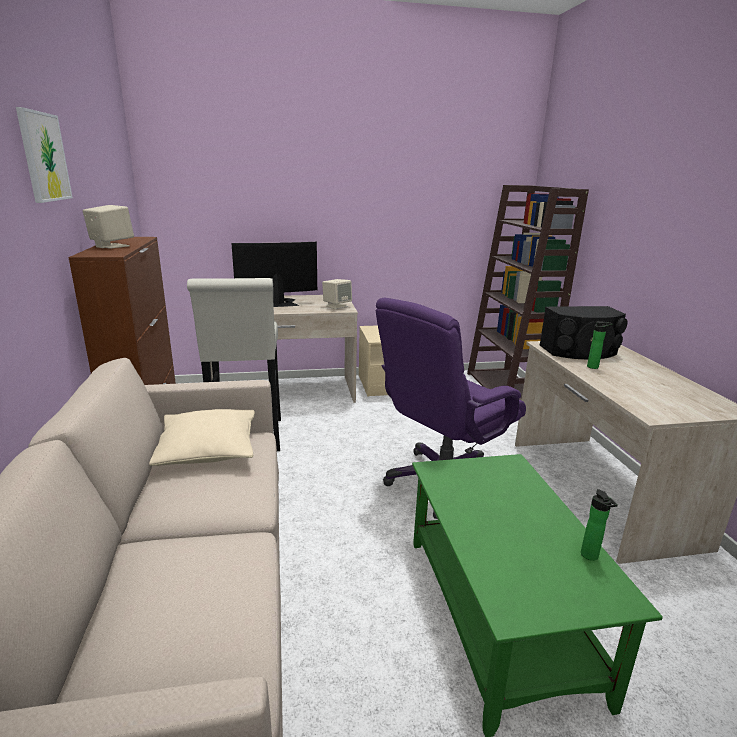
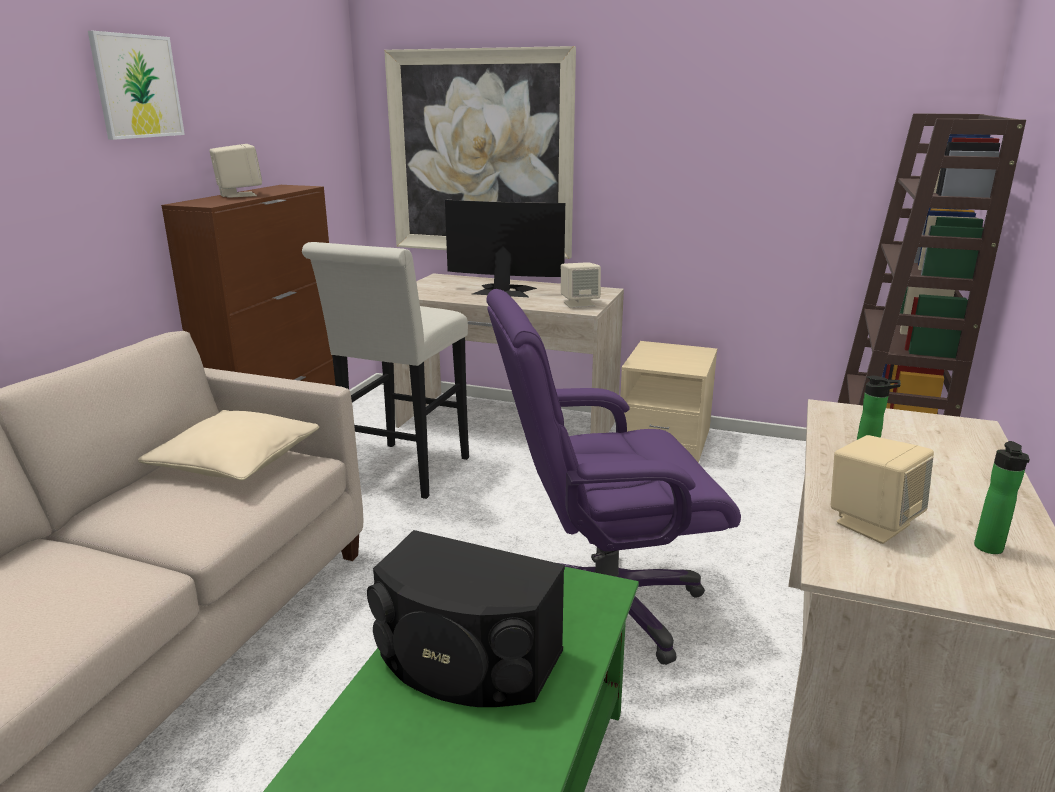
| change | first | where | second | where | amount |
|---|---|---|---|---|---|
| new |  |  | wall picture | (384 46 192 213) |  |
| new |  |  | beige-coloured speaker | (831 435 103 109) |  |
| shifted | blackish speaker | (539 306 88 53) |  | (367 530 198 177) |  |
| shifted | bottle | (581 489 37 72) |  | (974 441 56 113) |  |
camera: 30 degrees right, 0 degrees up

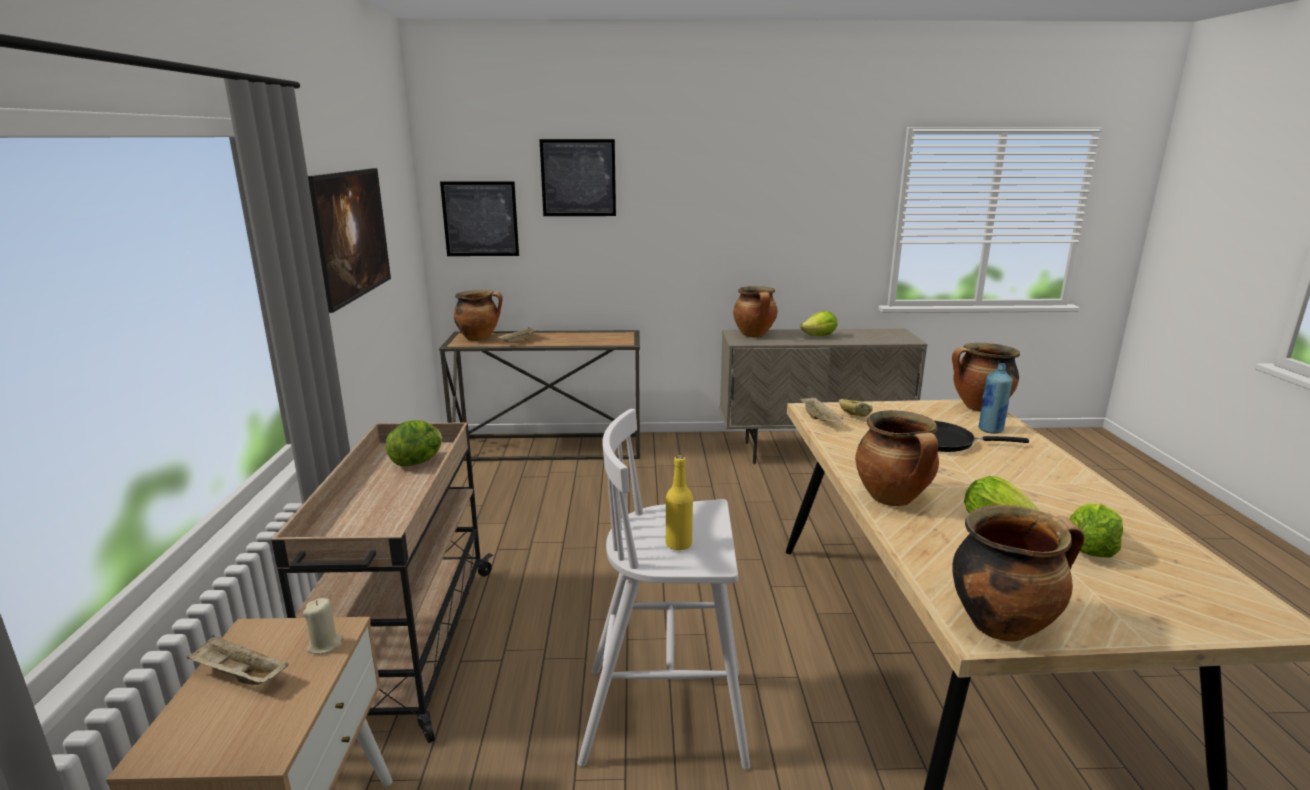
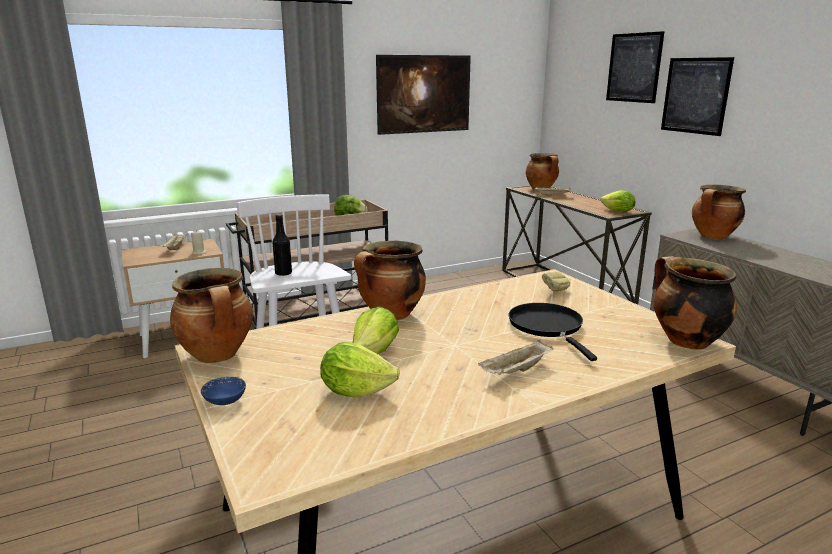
| change | first | where | second | where | amount |
|---|---|---|---|---|---|
| gone | blue bottle | (978 363 35 71) |  |  |  |
| new |  |  | blue serving bowl | (201 377 45 28) |  |
| shifted | wall picture | (440 181 79 75) |  | (661 57 73 79) |  |
| shifted | head of lettuce | (800 311 37 25) |  | (600 190 35 22) |  |
| shifted | beige-coloured carrying tray | (800 397 43 25) |  | (478 340 75 35) |  |
| repainted | yellow bottle | (666 456 27 95) | blackish bottle | (272 214 20 62) |  |
camera: 65 degrees right, 0 degrees up

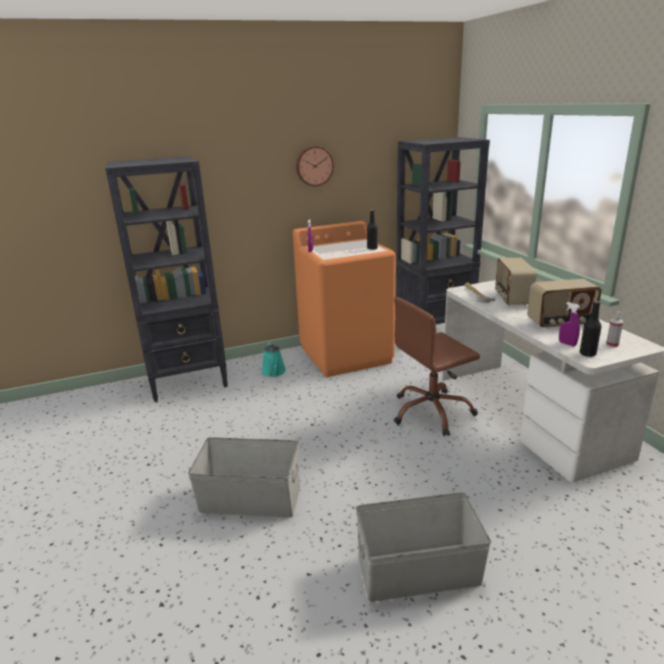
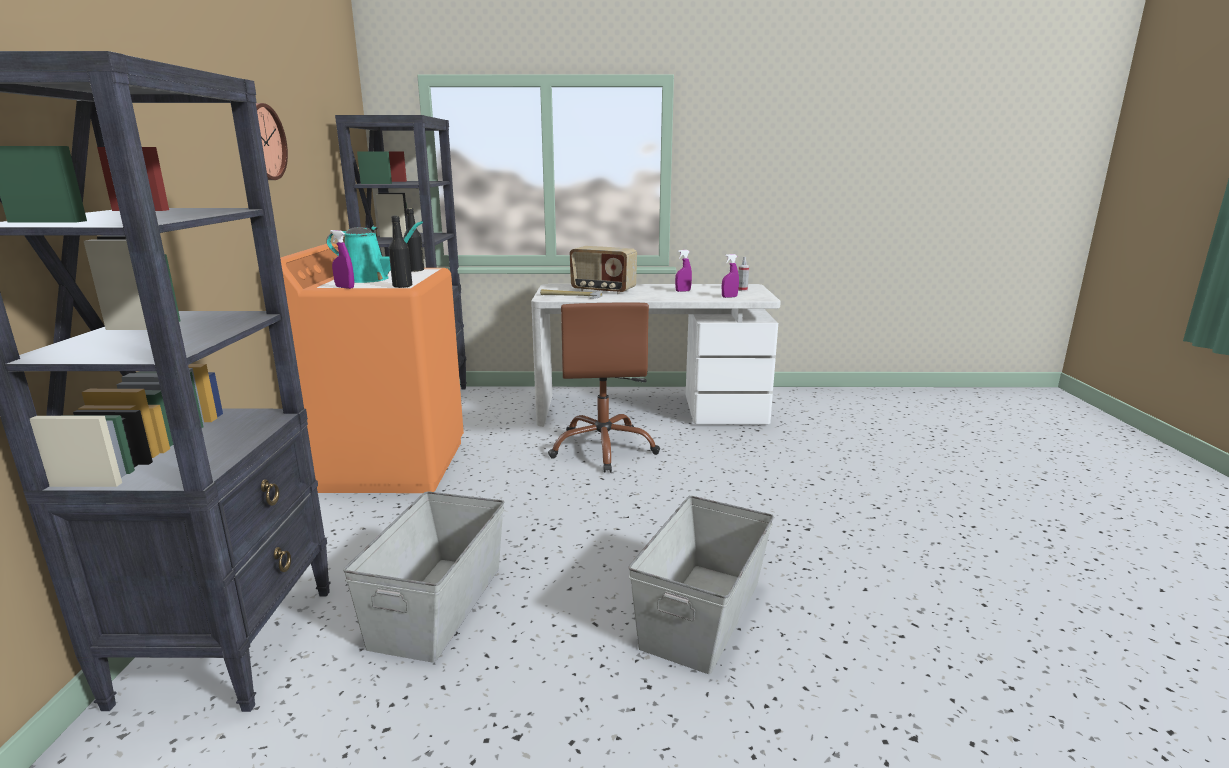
| change | first | where | second | where | amount |
|---|---|---|---|---|---|
| shifted | turquoise-coloured watering can | (262 342 24 35) |  | (326 221 97 62) |  |
| shifted | gray storage box | (356 492 135 110) |  | (343 491 161 172) |  |
| shifted | blackish bottle | (580 301 21 56) |  | (389 216 23 72) |  |
| swapped | radio set | (528 279 74 50) | purplish spray bottle | (675 250 17 42) |  |
camera: 70 degrees left, 5 degrees down

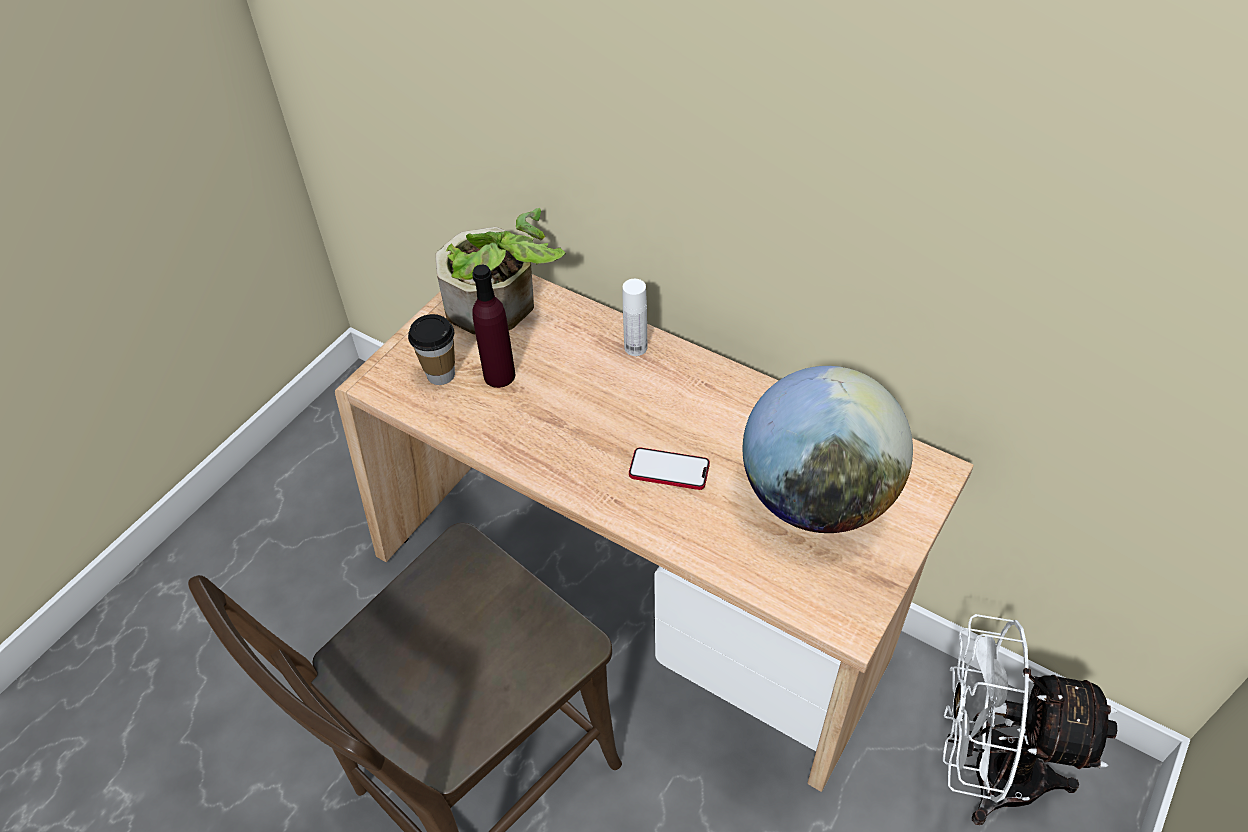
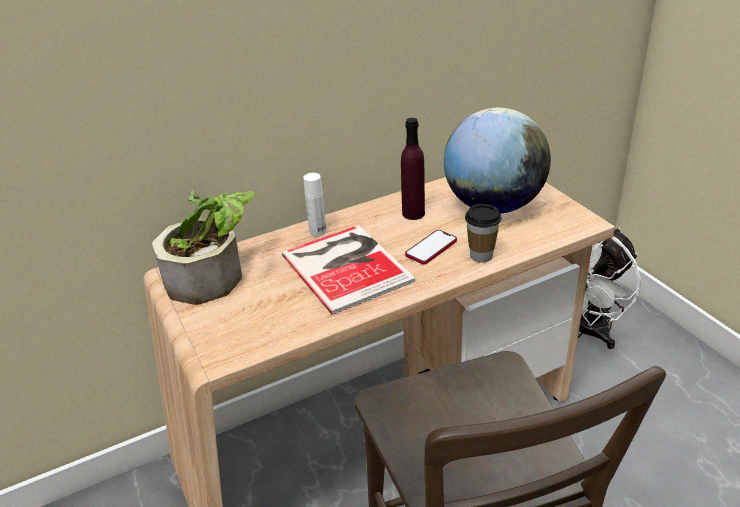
| change | first | where | second | where | amount |
|---|---|---|---|---|---|
| new |  |  | bound book | (281 225 134 90) |  |
| shifted | small cup | (408 314 47 71) |  | (465 204 37 59) |  |
| shifted | purplish bottle | (472 265 43 123) |  | (401 118 24 102) |  |
camera: 60 degrees left, 15 degrees down

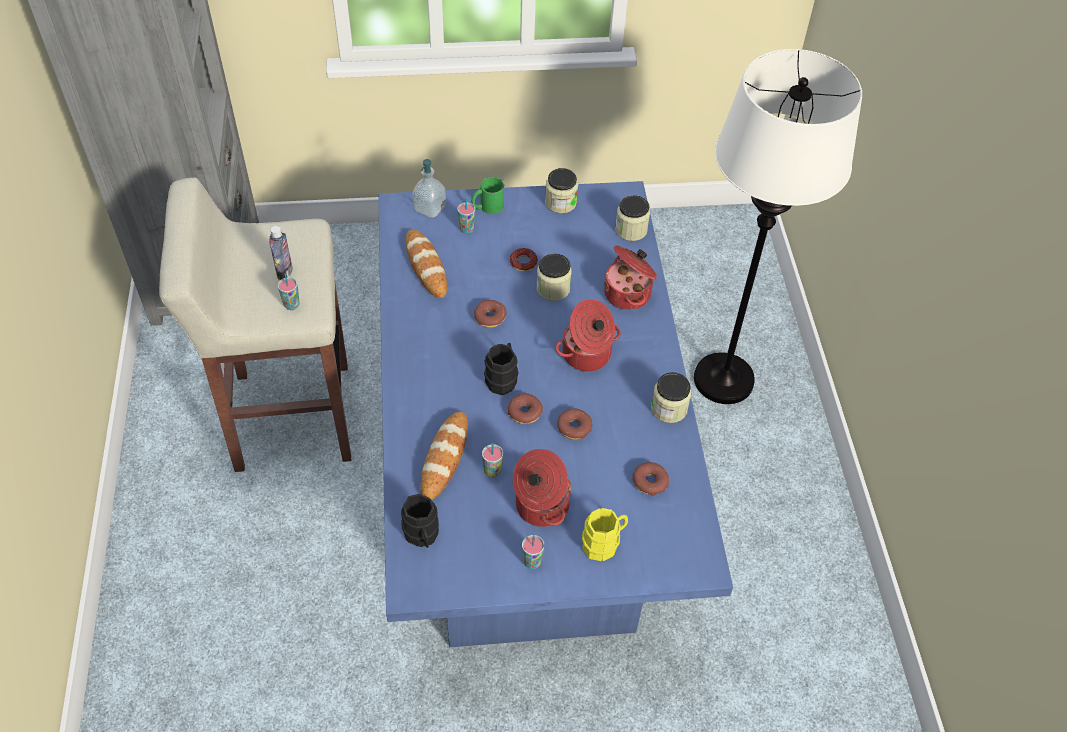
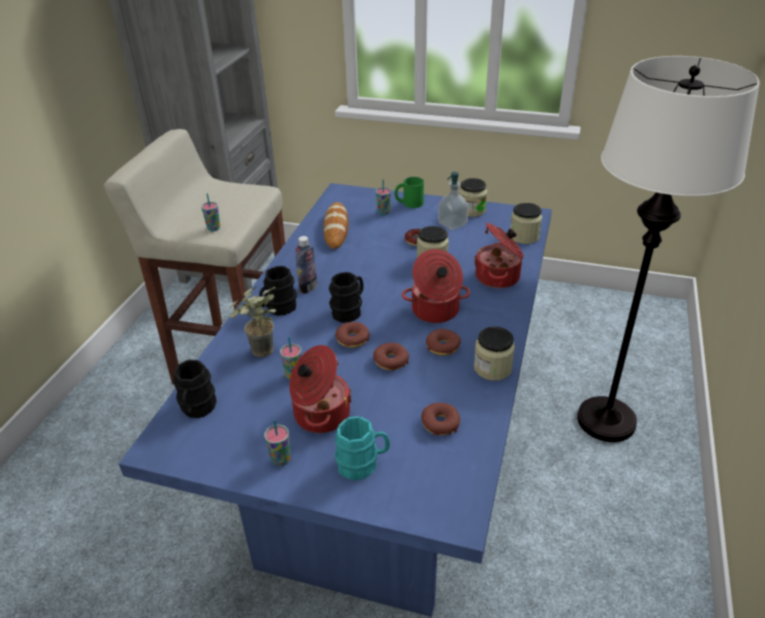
| change | first | where | second | where | amount |
|---|---|---|---|---|---|
| new |  |  | blackish tea mug | (259 266 38 50) |  |
| shifted | bottle | (269 226 24 54) |  | (295 236 22 58) |  |
| shifted | soap bottle | (412 159 34 59) |  | (438 172 31 58) |  |
| shifted | donut | (474 300 32 28) |  | (426 329 35 27) |  |
| swapped | bread | (420 411 48 89) | potted plant | (229 287 47 70) |  |
| repainted | yellow tea mug | (582 508 46 53) | turquoise-coloured tea mug | (335 416 55 64) |  |
camera: 25 degrees right, 15 degrees down

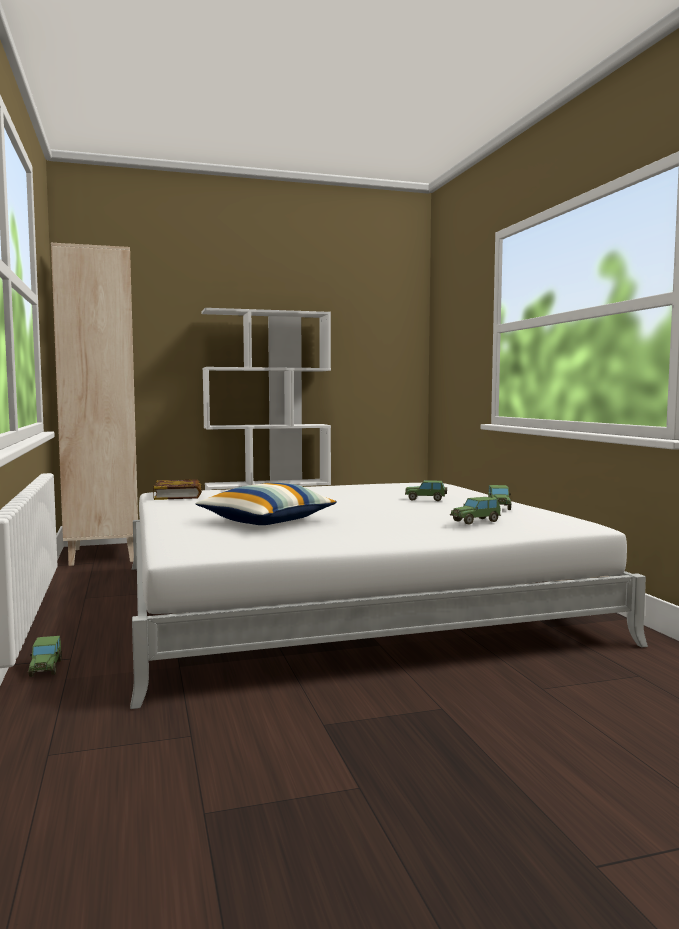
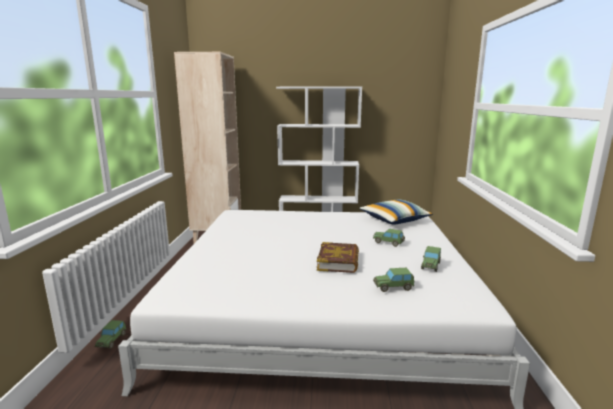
| change | first | where | second | where | amount |
|---|---|---|---|---|---|
| shifted | bound book | (154 479 48 21) |  | (317 242 42 31) |  |
| shifted | throw pillow | (195 483 142 42) |  | (359 200 74 25) |  |
camera: 20 degrees right, 10 degrees up

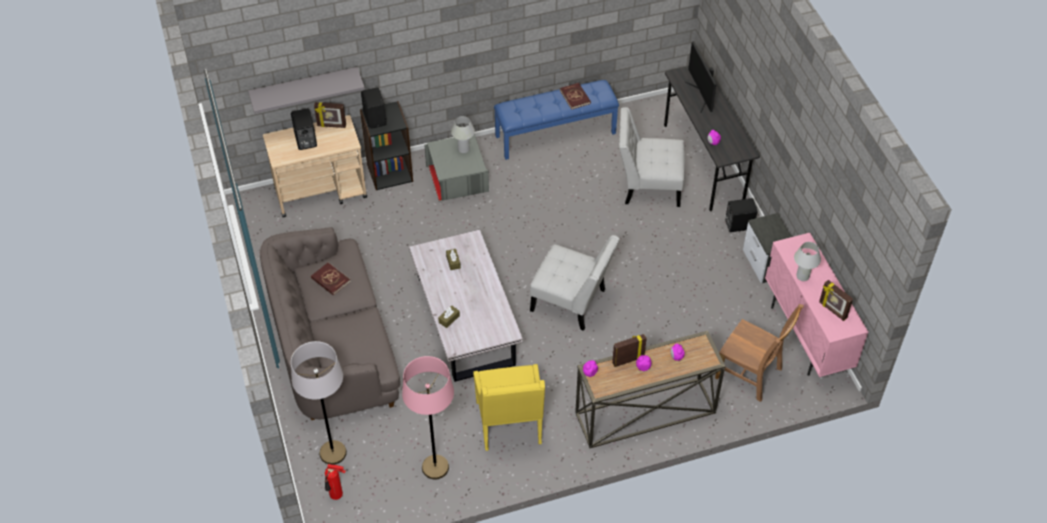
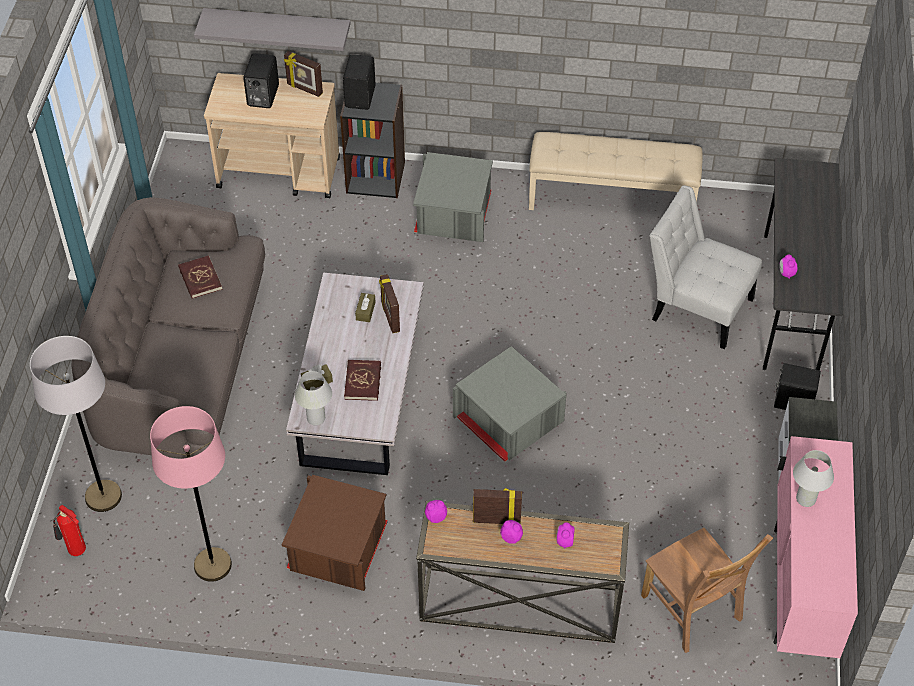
| change | first | where | second | where | amount |
|---|---|---|---|---|---|
| gone | computer screen | (685 42 32 71) |  |  |  |
| shifted | whitish table lamp | (451 116 24 37) |  | (295 371 37 54) |  |
| shifted | red-coloured bound book | (560 83 31 27) |  | (344 360 37 41) |  |
| shifted | photo frame | (819 280 34 41) |  | (379 274 21 59) |  |
| swapped | yellow armchair | (473 364 72 87) | brown-coloured storage box | (282 475 106 116) |  |
| swapped | whitish upright chair | (530 235 90 96) | gray storage box | (453 346 114 116) |  |
| repainted | blue long seat | (494 80 125 80) | beige-coloured long seat | (529 132 174 78) |  |
camera: 25 degrees right, 0 degrees up

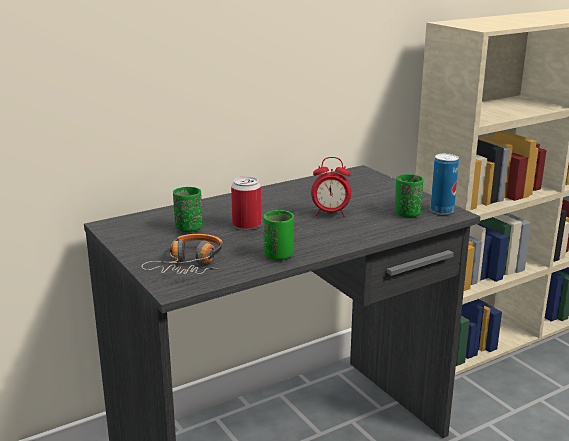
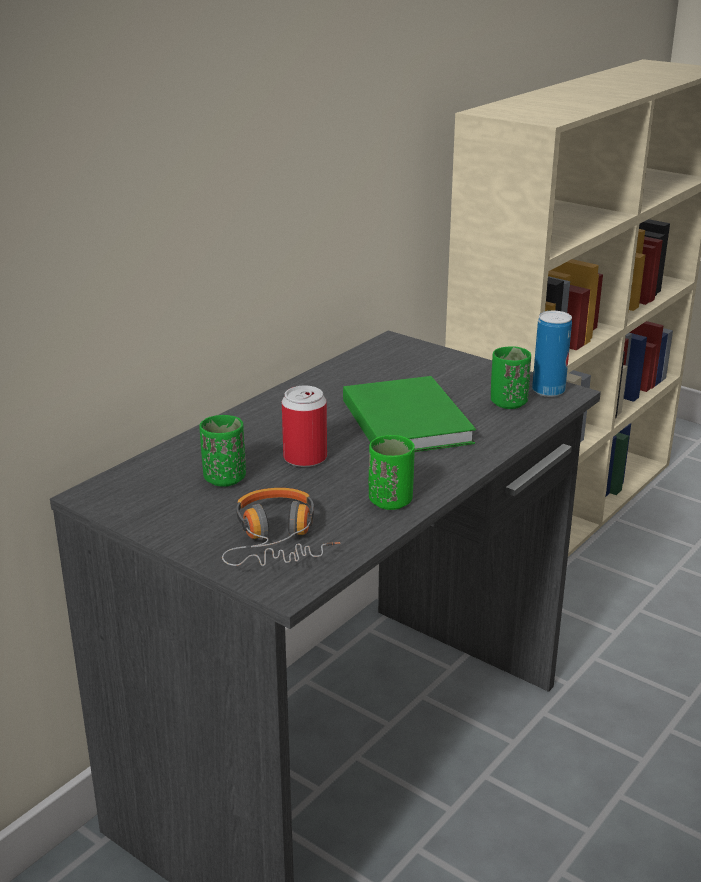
| change | first | where | second | where | amount |
|---|---|---|---|---|---|
| swapped | table clock | (311 157 40 60) | green-coloured bound book | (343 376 133 76) |  |
camera: 20 degrees left, 5 degrees up

